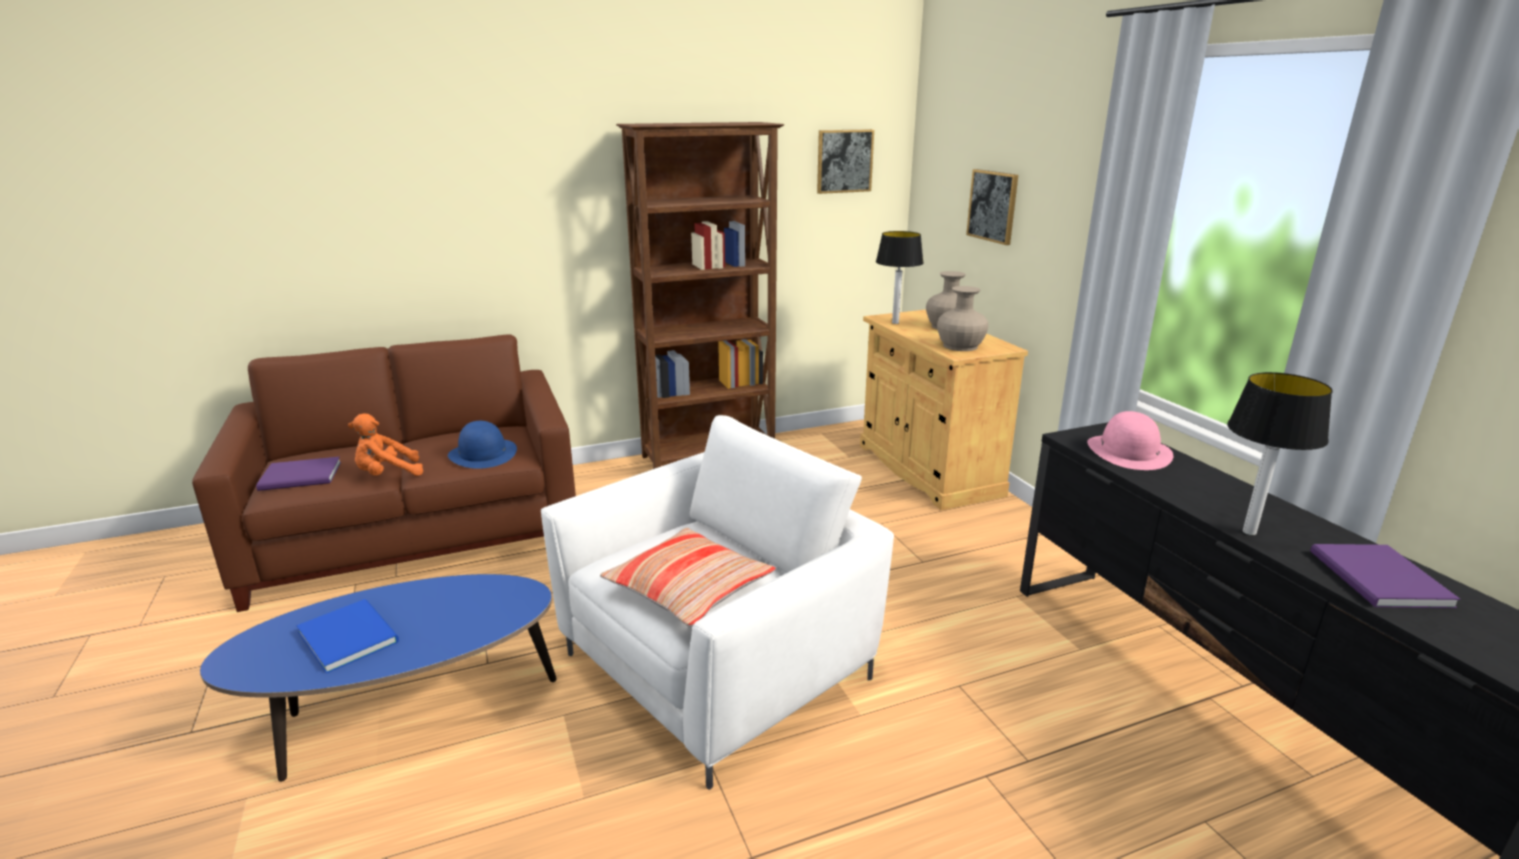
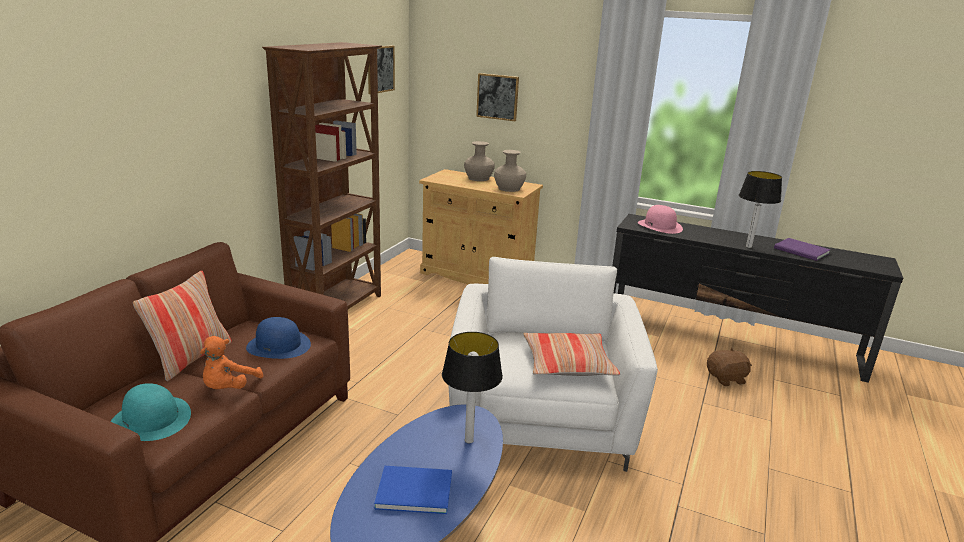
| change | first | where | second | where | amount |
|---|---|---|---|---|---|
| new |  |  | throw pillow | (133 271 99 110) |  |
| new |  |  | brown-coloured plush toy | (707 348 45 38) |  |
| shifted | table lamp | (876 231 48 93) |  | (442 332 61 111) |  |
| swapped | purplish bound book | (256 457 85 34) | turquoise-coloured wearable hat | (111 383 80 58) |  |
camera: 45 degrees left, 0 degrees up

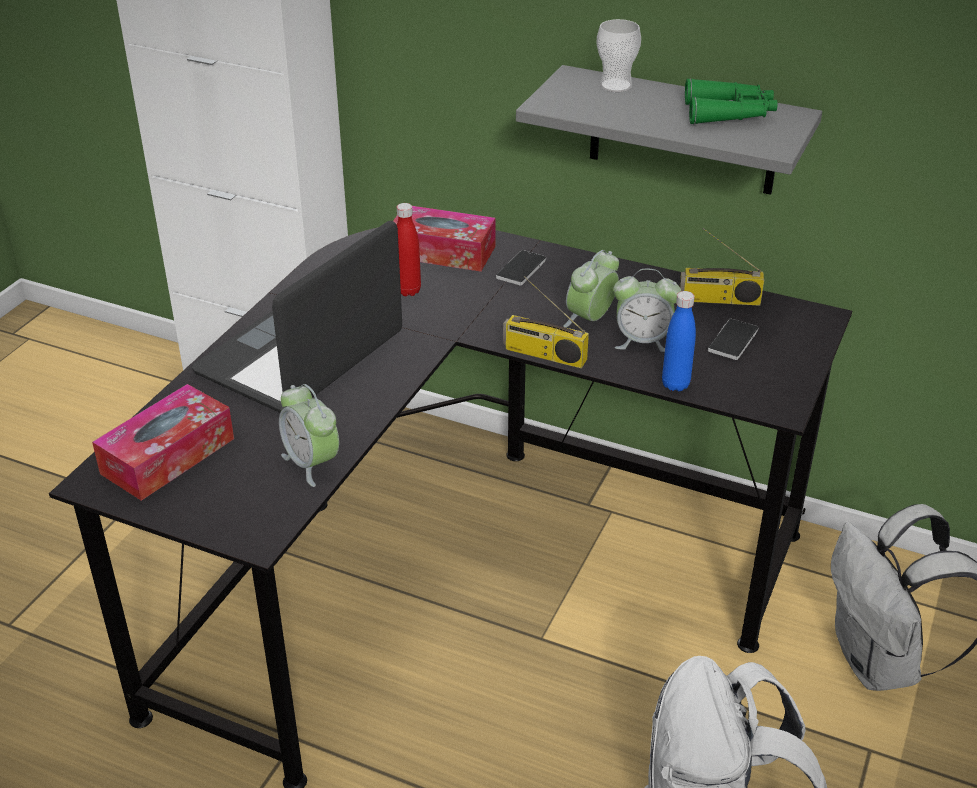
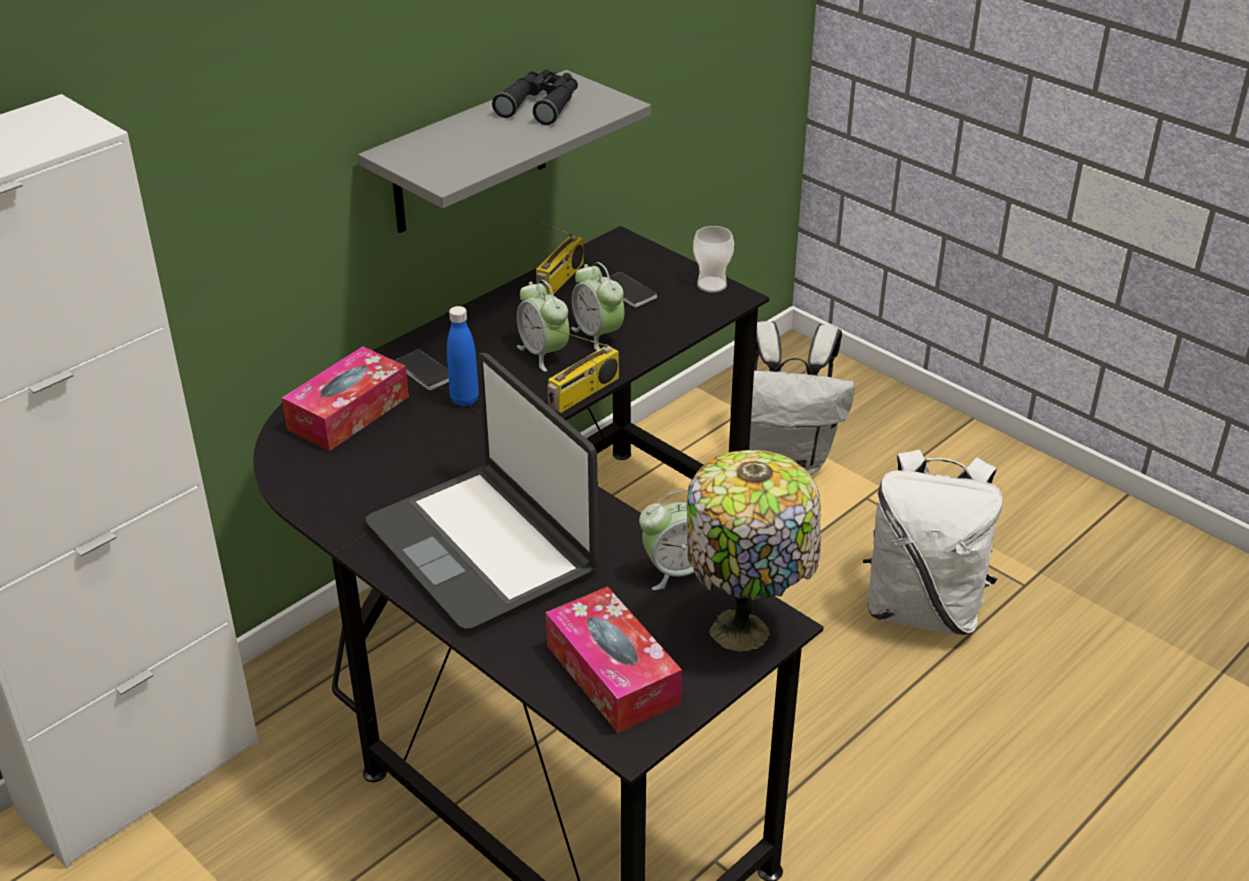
| change | first | where | second | where | amount |
|---|---|---|---|---|---|
| gone | red-coloured bottle | (397 203 24 93) |  |  |  |
| new |  |  | table lamp | (687 450 134 202) |  |
| shifted | small cup | (596 19 45 73) |  | (693 226 41 67) |  |
| shifted | blue bottle | (662 291 34 100) |  | (447 306 32 101) |  |
| repainted | green-coloured binoculars | (685 78 92 46) | blackish binoculars | (492 69 86 56) |  |
| rotated | table clock | (613 269 68 83) |  | (571 262 53 89) | 120 degrees clockwise |
camera: 70 degrees left, 0 degrees up

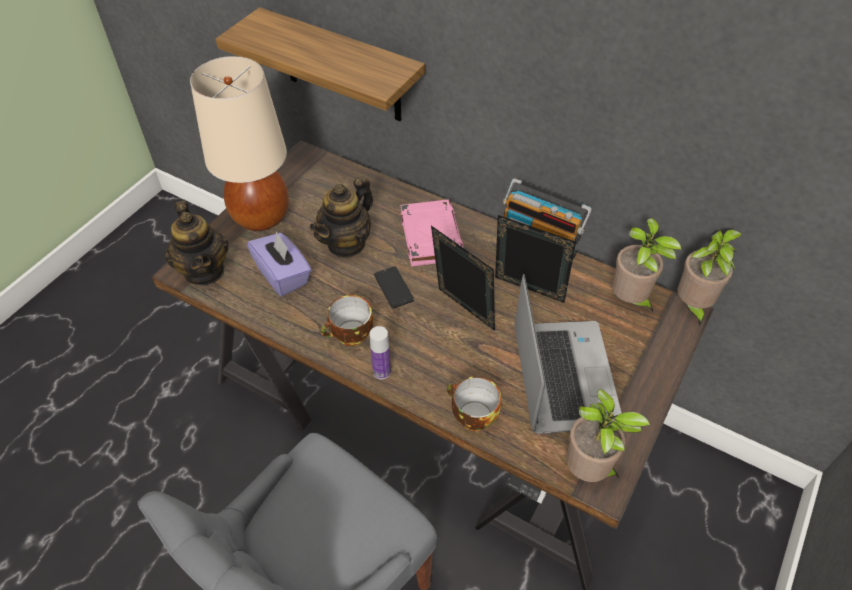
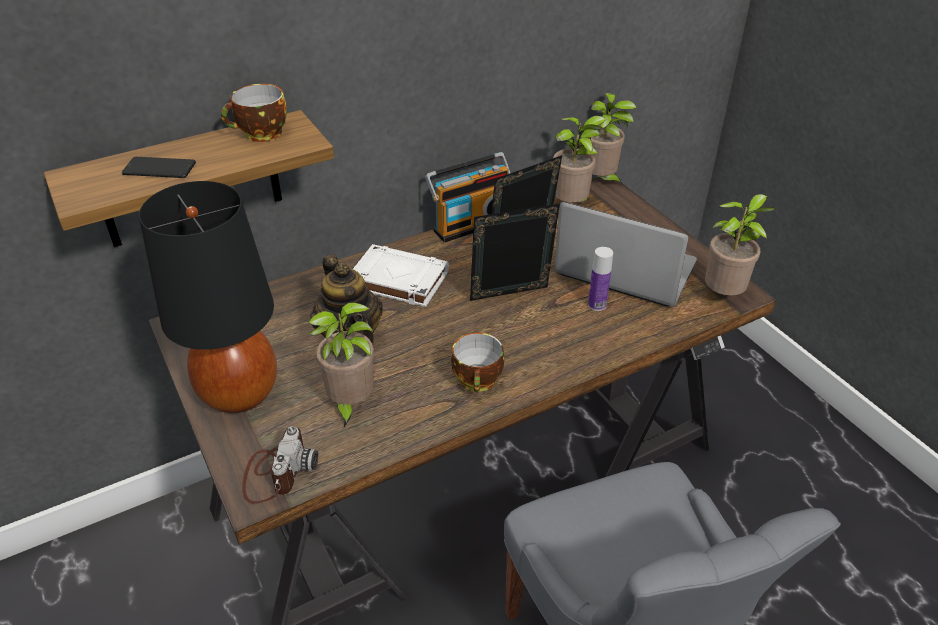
| change | first | where | second | where | amount |
|---|---|---|---|---|---|
| shifted | bottle | (370 326 21 53) |  | (588 247 25 64) |  |
| shifted | phone | (374 266 40 42) |  | (121 157 75 21) |  |
| shifted | small cup | (447 376 54 55) |  | (221 84 66 58) |  |
| swapped | teapot | (165 201 64 84) | photo camera | (242 426 76 78) |  |
| swapped | purplish tissue box | (247 231 65 65) | potted plant | (308 302 66 125) |  |
| repainted | beige-coloured table lamp | (190 56 99 175) | blackish table lamp | (139 181 138 232) |  |
| repainted | pink-coloured bound book | (400 199 64 68) | whitish bound book | (353 244 96 63) |  |
camera: 60 degrees left, 10 degrees down

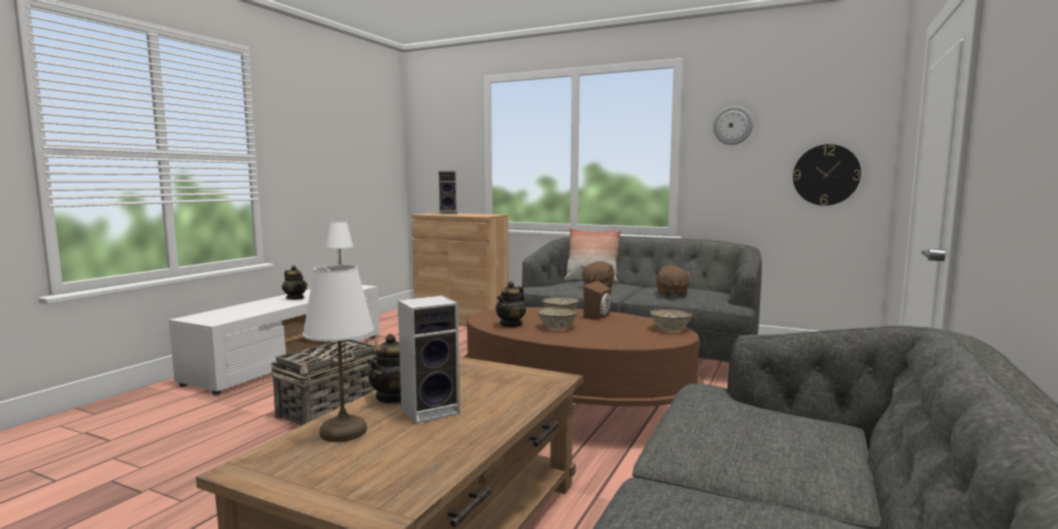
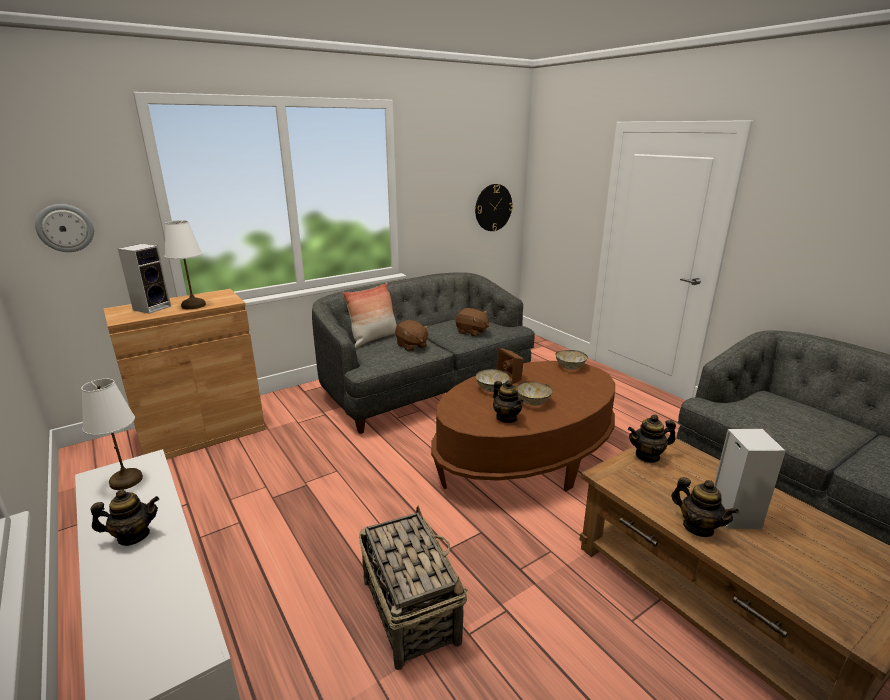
| change | first | where | second | where | amount |
|---|---|---|---|---|---|
| new |  |  | teapot | (628 415 48 48) |  |
| shifted | whitish table lamp | (303 265 71 177) |  | (165 220 41 89) |  |
| shifted | clock on the wall | (713 106 40 39) |  | (35 204 59 48) |  |
camera: 60 degrees left, 15 degrees up

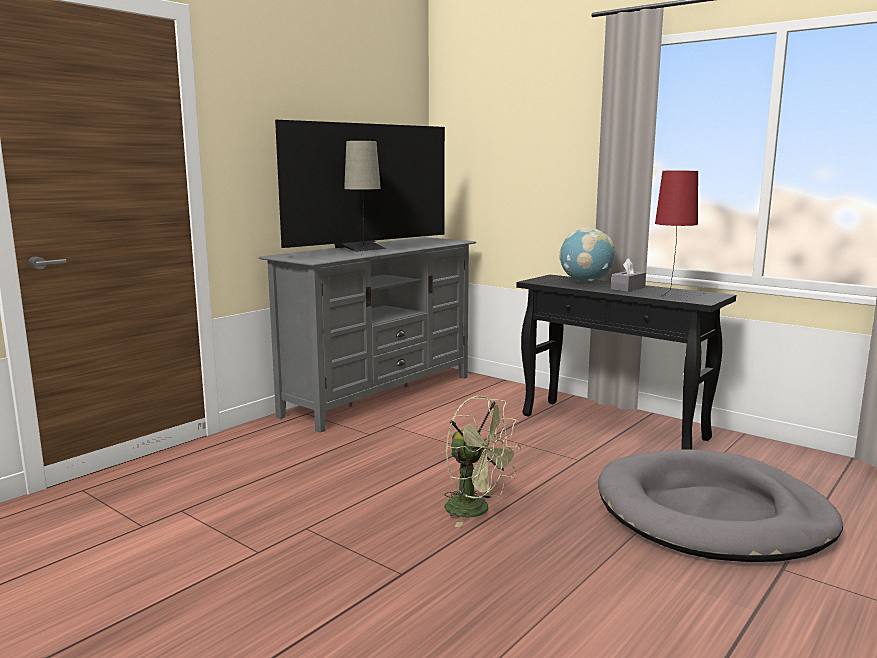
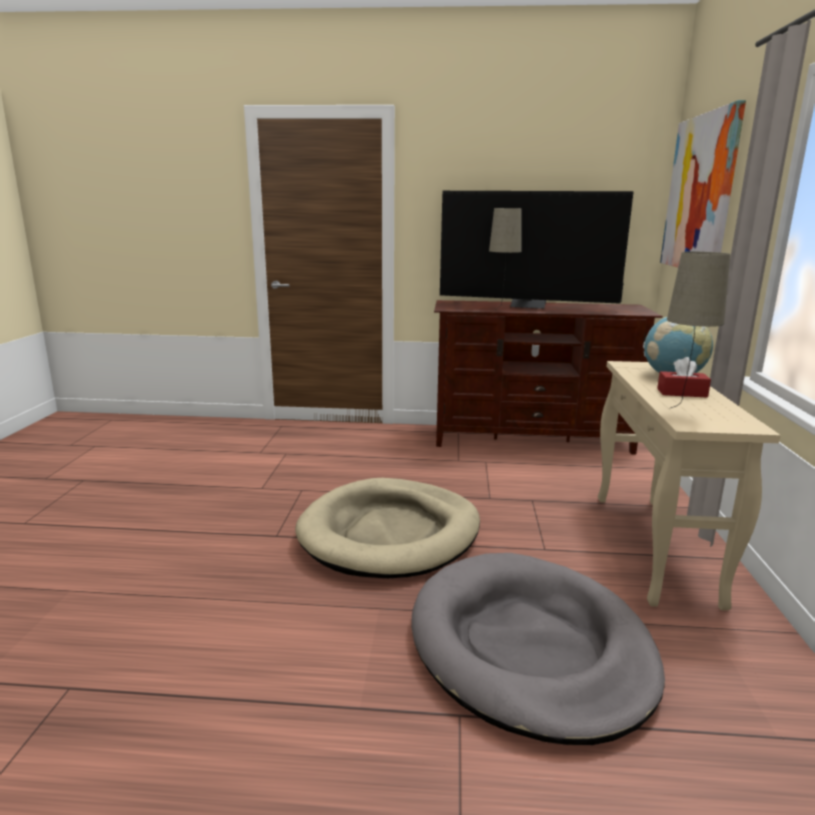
| change | first | where | second | where | amount |
|---|---|---|---|---|---|
| new |  |  | wall picture | (660 100 86 167) |  |
| swapped | green-coloured electric fan | (444 396 77 131) | beige-coloured dog cushion | (295 478 185 100) |  |
| repainted | gray media console | (258 237 218 196) | brown-coloured media console | (434 300 229 154) |  |
| repainted | blackish narrow table | (516 275 220 175) | beige-coloured narrow table | (598 361 183 250) |  |
| repainted | gray tissue box | (611 258 35 34) | red-coloured tissue box | (657 357 54 40) |  |
| repainted | red-coloured table lamp | (655 171 43 126) | beige-coloured table lamp | (667 251 63 157) |  |
camera: 55 degrees right, 5 degrees up

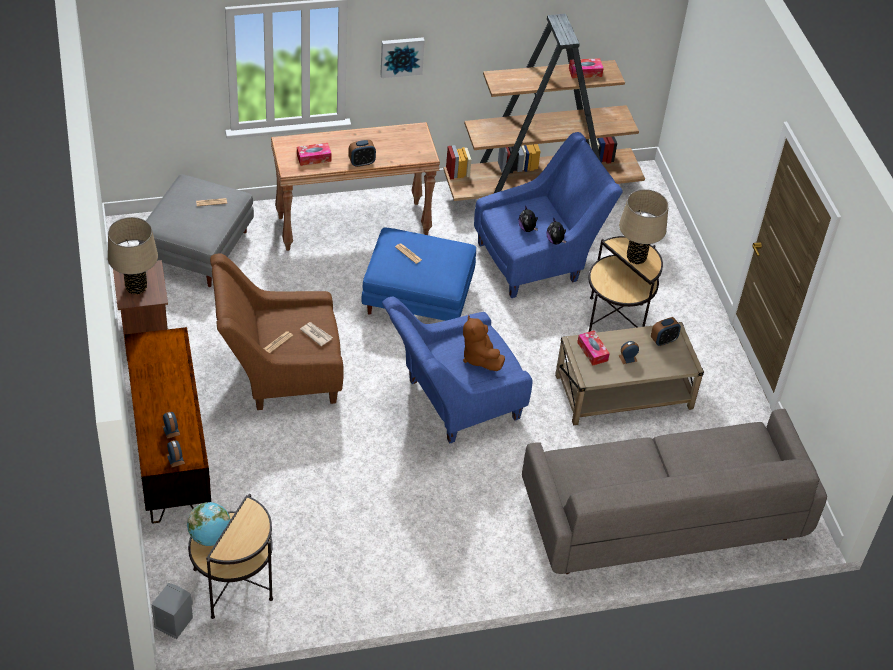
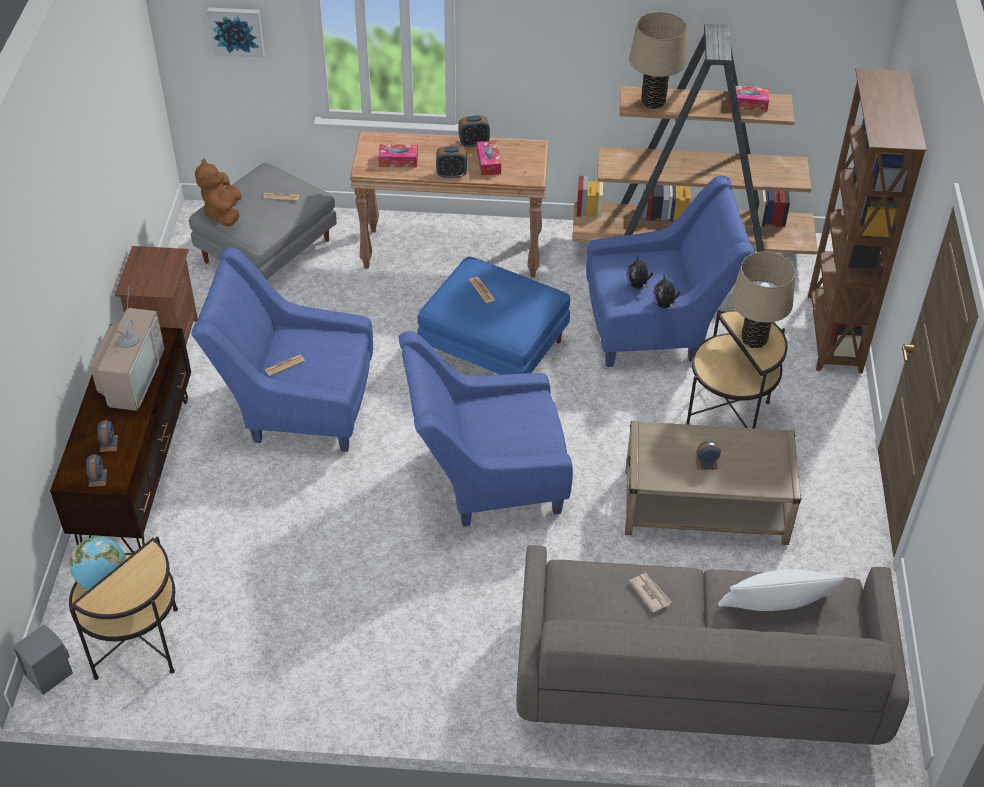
| change | first | where | second | where | amount |
|---|---|---|---|---|---|
| new |  |  | television | (90 287 75 124) |  |
| new |  |  | whitish throw pillow | (718 569 127 42) |  |
| new |  |  | brown-coloured bookcase | (808 68 119 305) |  |
| shifted | beige-coloured table lamp | (108 217 50 78) |  | (629 12 58 97) |  |
| shifted | daily paper | (300 322 33 24) |  | (629 573 42 40) |  |
| shifted | wall picture | (380 37 45 41) |  | (207 7 58 51) |  |
| shifted | brown-coloured plush toy | (463 315 42 56) |  | (195 159 47 68) |  |
| shifted | tissue box | (577 331 33 35) |  | (477 140 24 35) |  |
| shifted | table clock | (651 317 30 29) |  | (458 115 32 33) |  |
| repainted | brown-coloured armchair | (210 254 134 156) | blue armchair | (191 247 182 205) |  |
camera: 20 degrees right, 0 degrees up

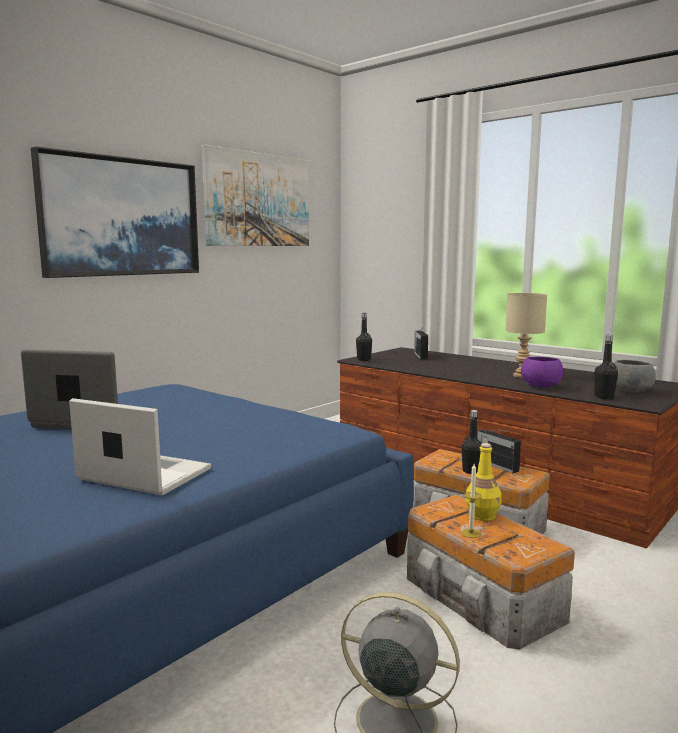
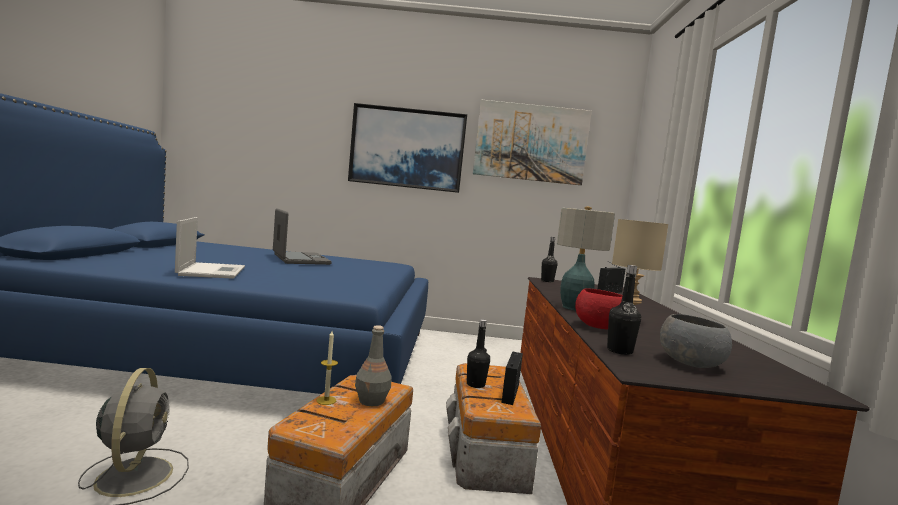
| change | first | where | second | where | amount |
|---|---|---|---|---|---|
| new |  |  | table lamp | (557 206 58 105) |  |
| repainted | yellow bottle | (465 443 36 78) | gray bottle | (355 325 37 81) |  |
| repainted | purplish serving bowl | (521 357 42 31) | red-coloured serving bowl | (575 288 48 41) |  |
camera: 50 degrees right, 5 degrees down

